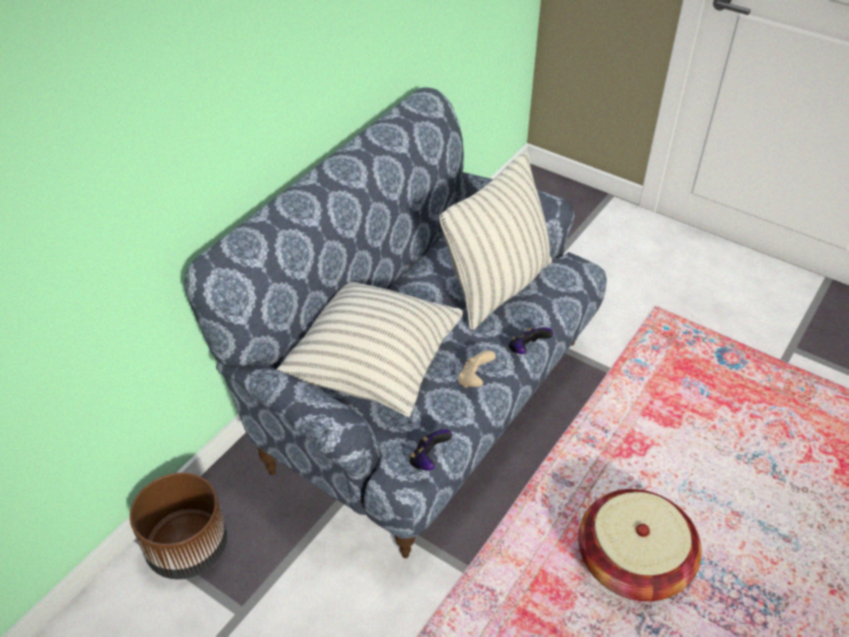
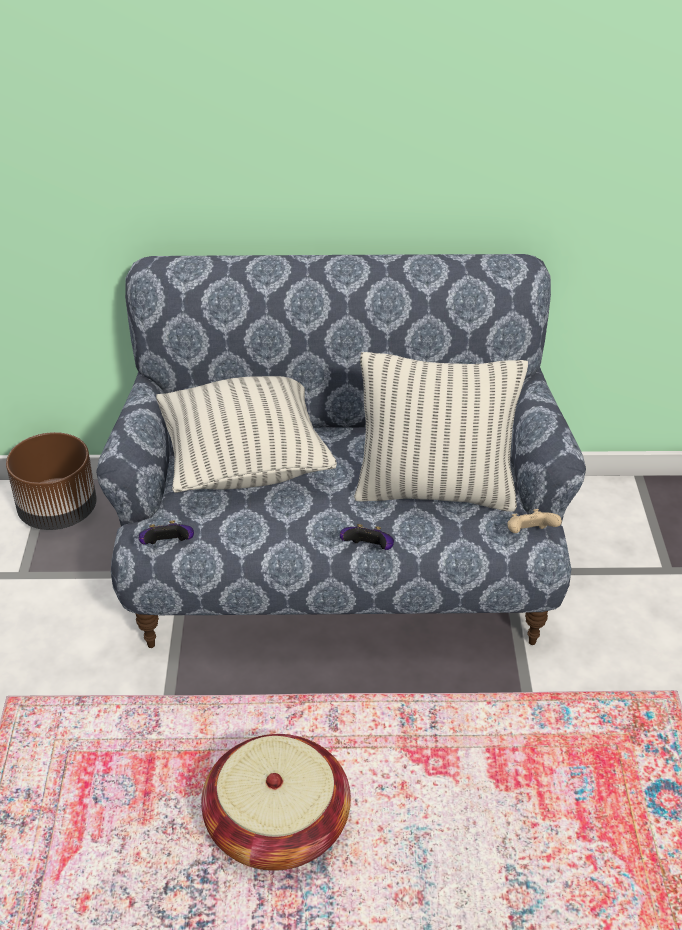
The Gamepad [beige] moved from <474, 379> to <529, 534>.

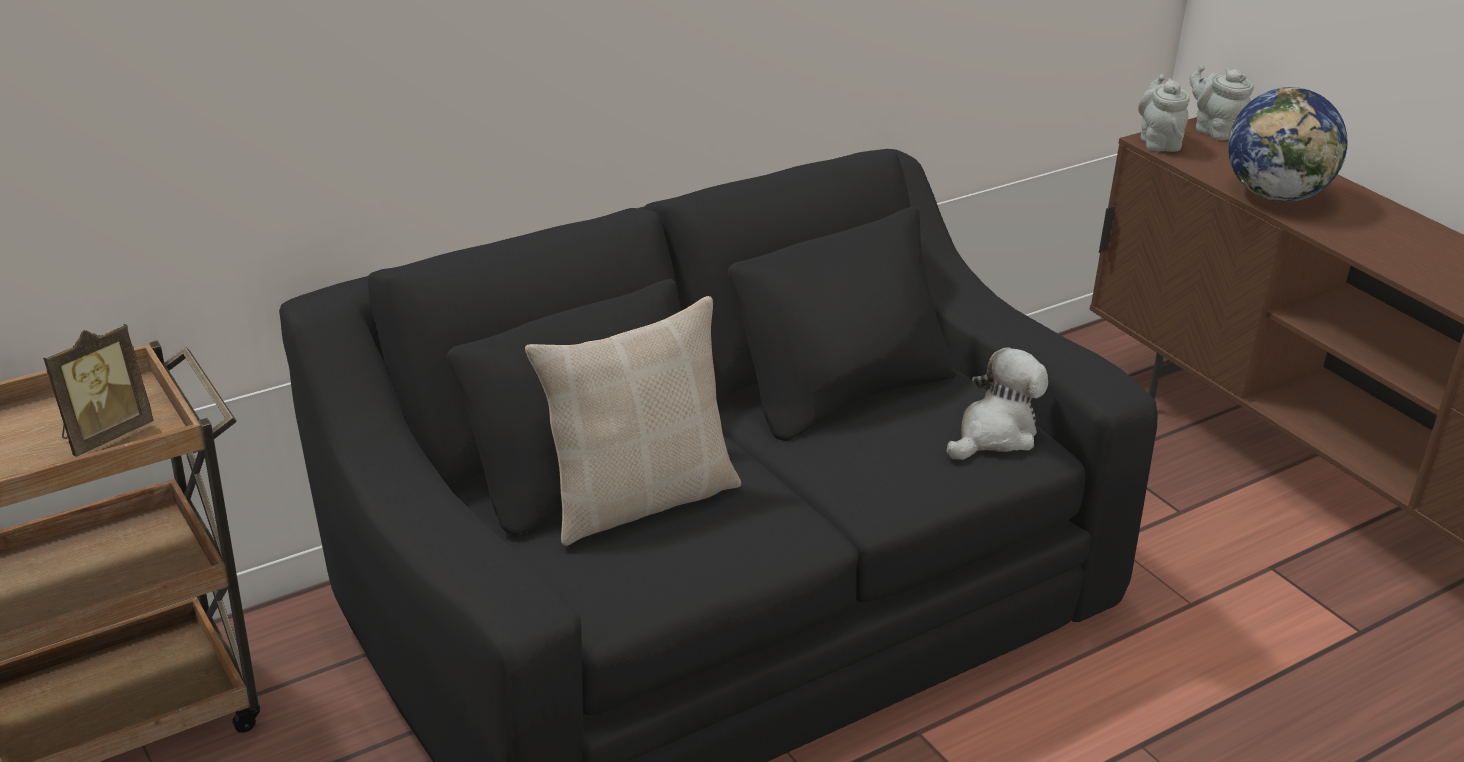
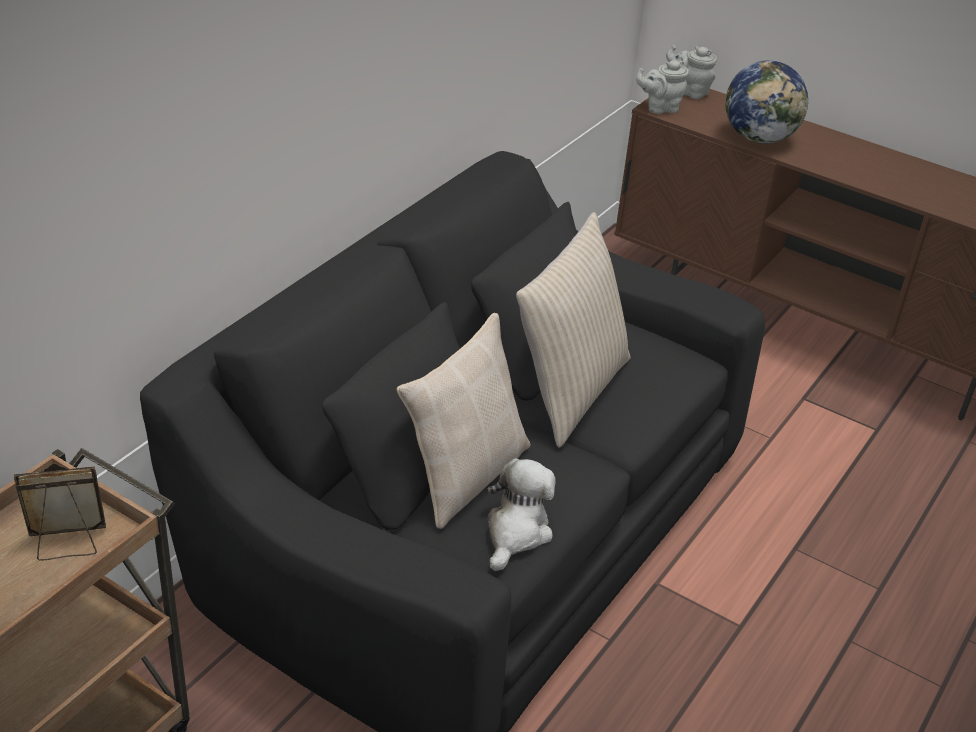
The Bilderrahmen at <104, 434> turned 120 degrees counterclockwise.
The Plüschtier moved from <994, 434> to <516, 532>.
The Teekanne [grau] at <1158, 142> turned 75 degrees counterclockwise.
The Kissen [beige] at <568, 391> appeared.

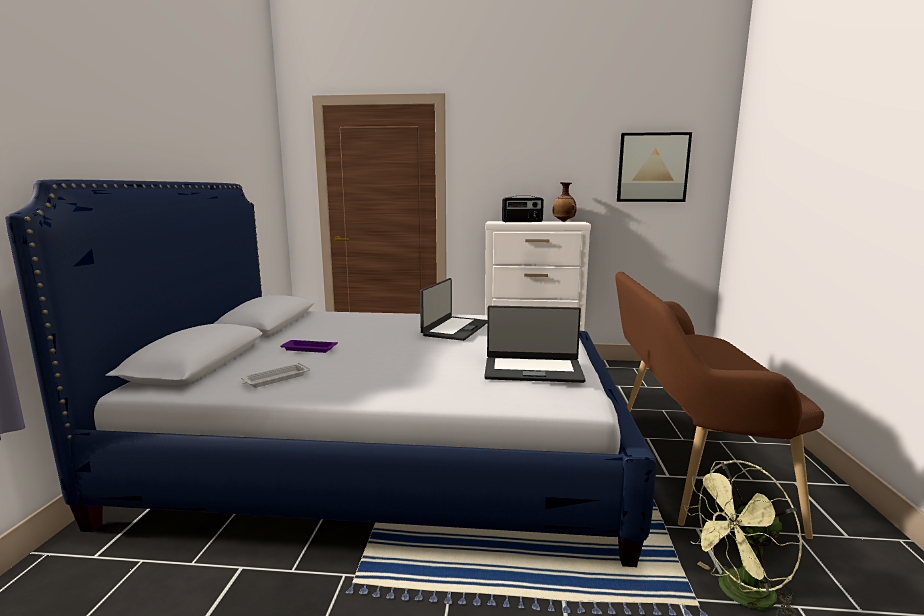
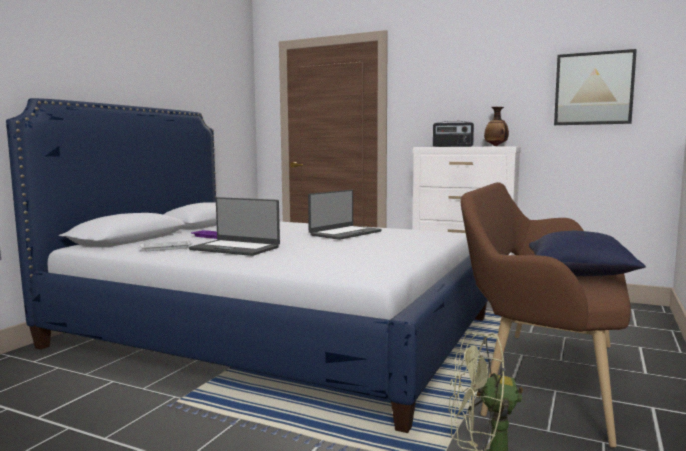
The Laptop moved from <533, 370> to <235, 248>.
The Kissen [blau] at <579, 275> appeared.

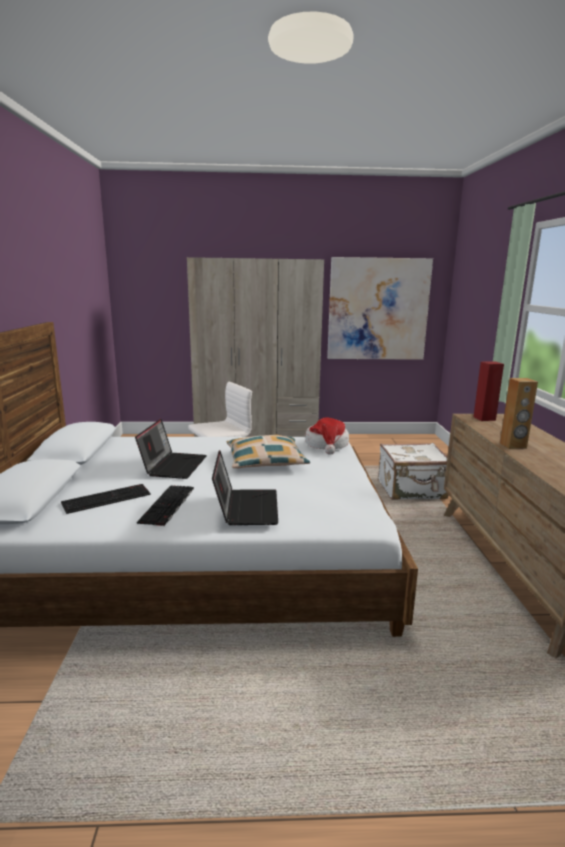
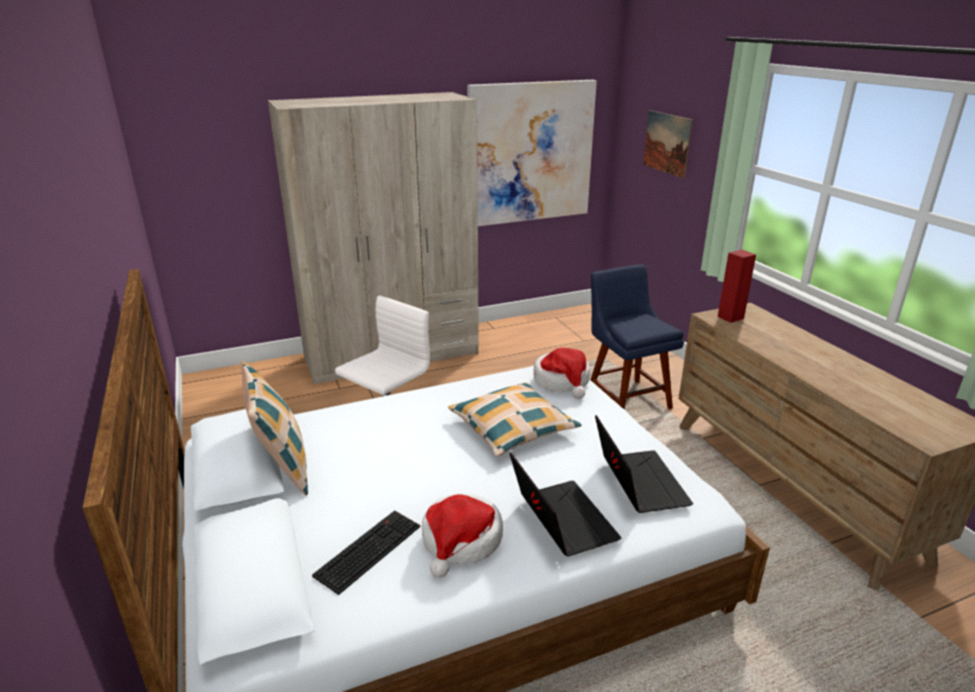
The Laptop moved from <173, 465> to <637, 482>.
The Tastatur at <168, 505> was replaced by the Hut at <461, 541>.
The Koffer [weiß] at <412, 490> was replaced by the Stuhl [blau] at <626, 398>.
The Lautsprecher [braun] at <513, 446> disappeared.
The Kissen at <282, 468> appeared.
The Bild at <667, 143> appeared.

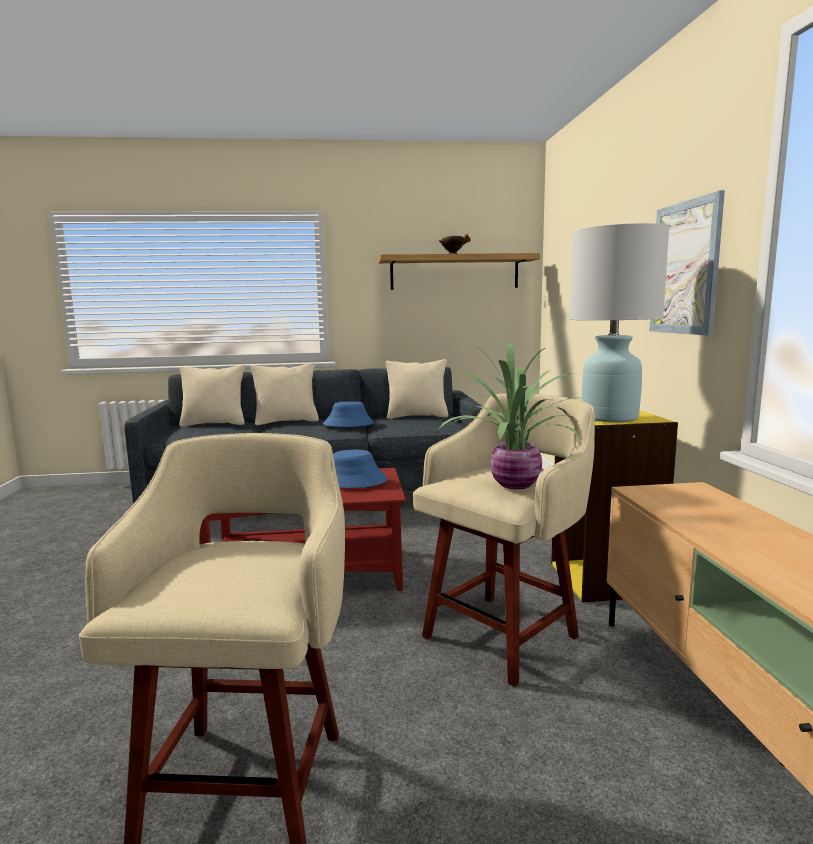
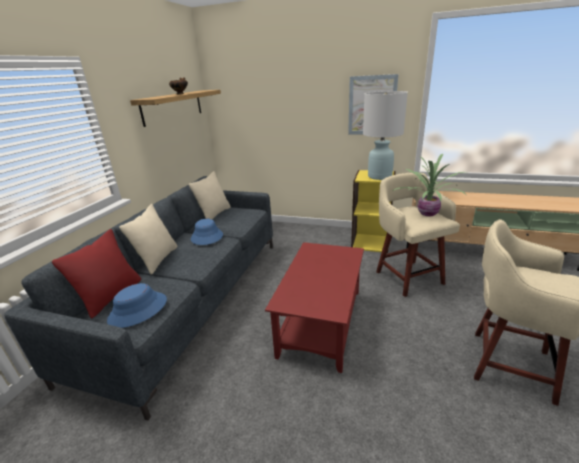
The Kissen [beige] at <214, 424> became the Kissen [rot] at <111, 296>.
The Hut [blau] moved from <353, 481> to <138, 310>.

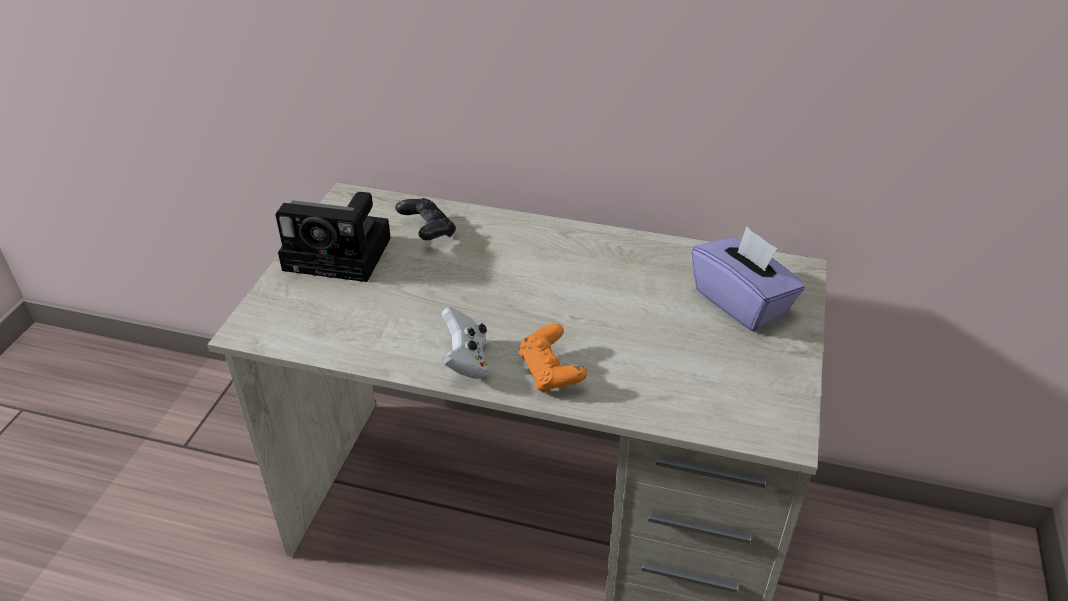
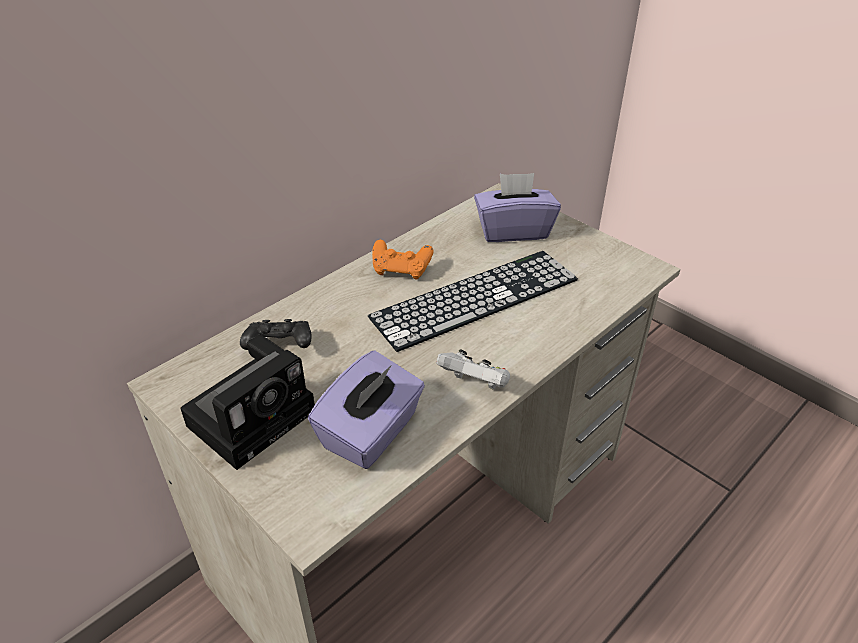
The Gamepad [orange] moved from <550, 372> to <401, 270>.
The Taschentuchbox [lila] at <371, 432> appeared.
The Tastatur at <475, 298> appeared.

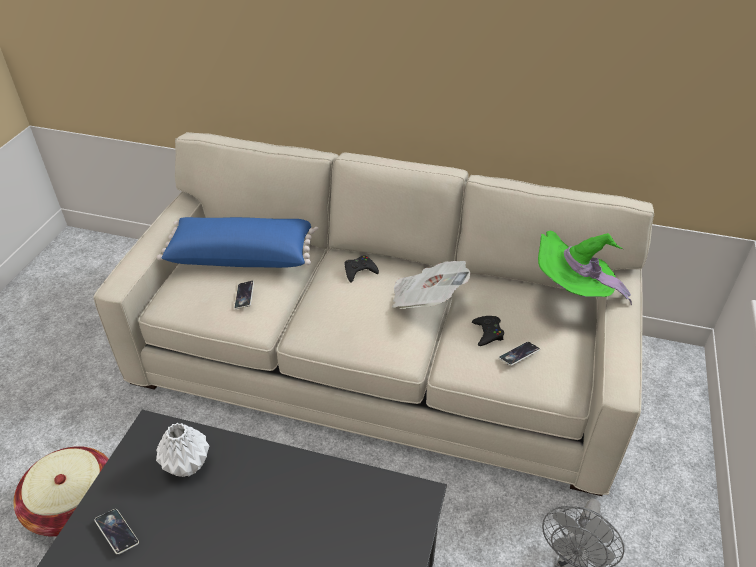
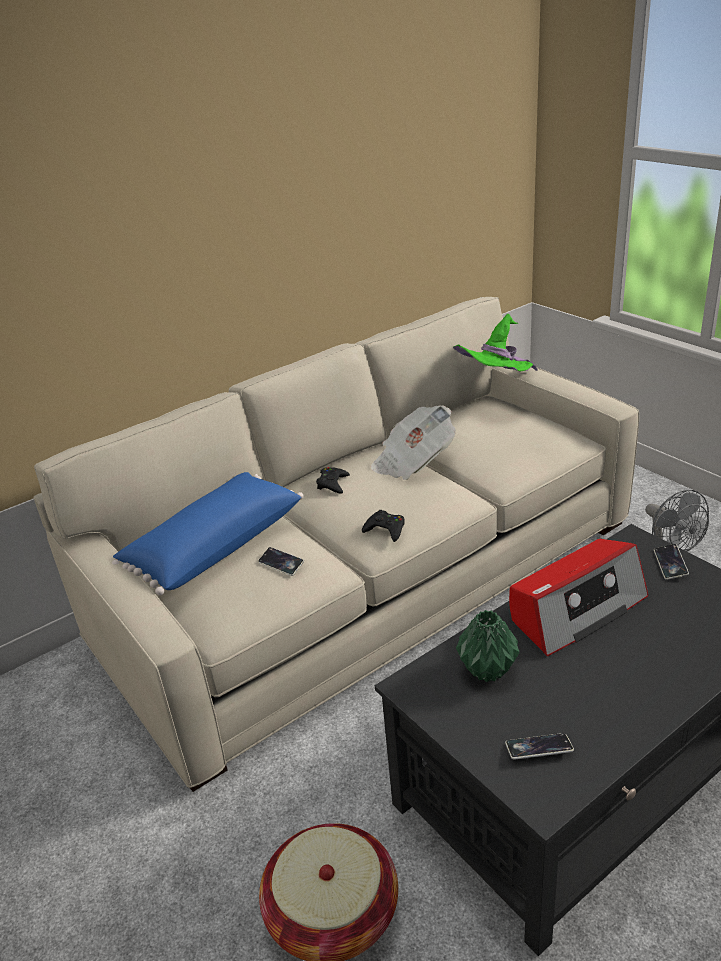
The Vase [weiß] at <186, 465> became the Vase [grün] at <486, 671>.
The Gamepad [schwarz] moved from <487, 333> to <386, 529>.
The Handy moved from <519, 355> to <670, 564>.
The Radio at <576, 609> appeared.

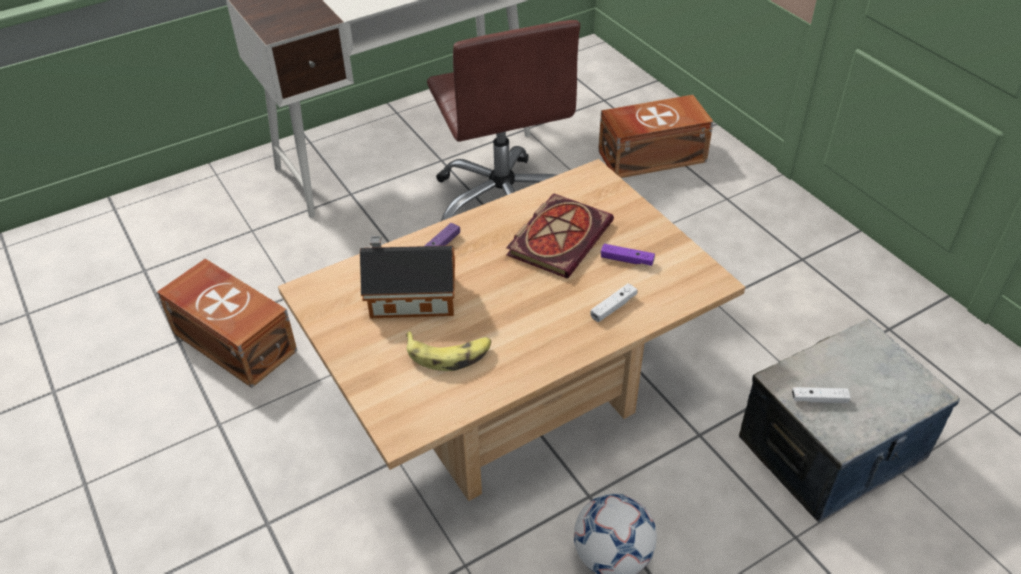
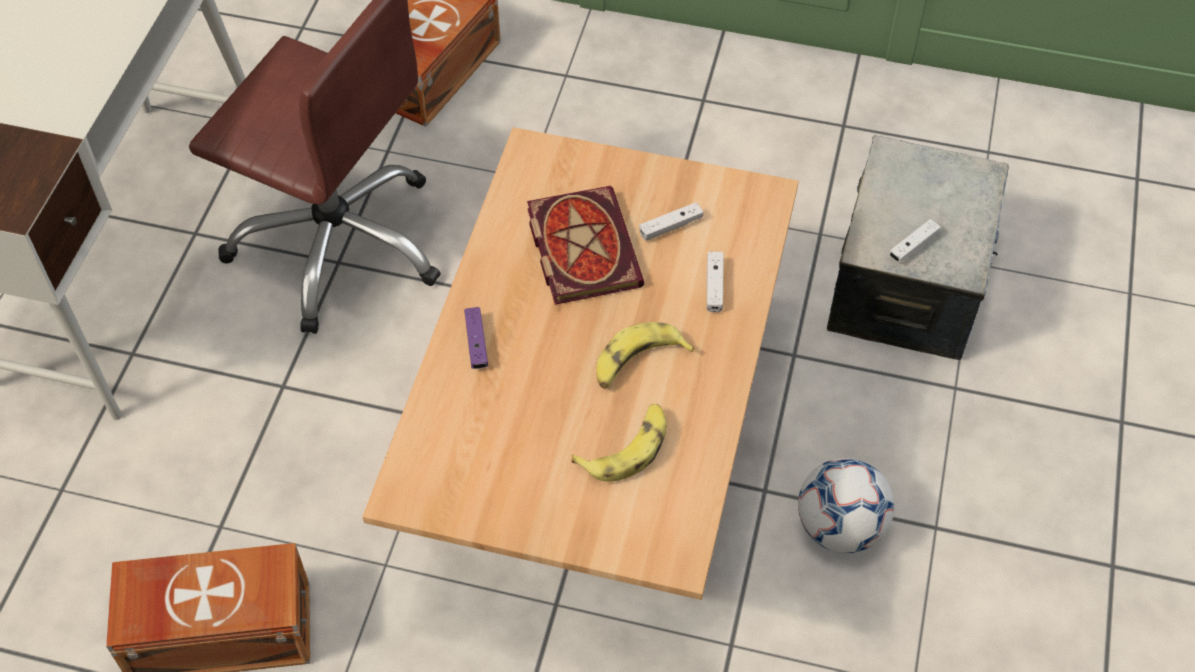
The Spielzeughaus at <408, 296> disappeared.
The Gamepad [lila] at <627, 260> became the Gamepad [weiß] at <670, 227>.
The Banane at <637, 362> appeared.

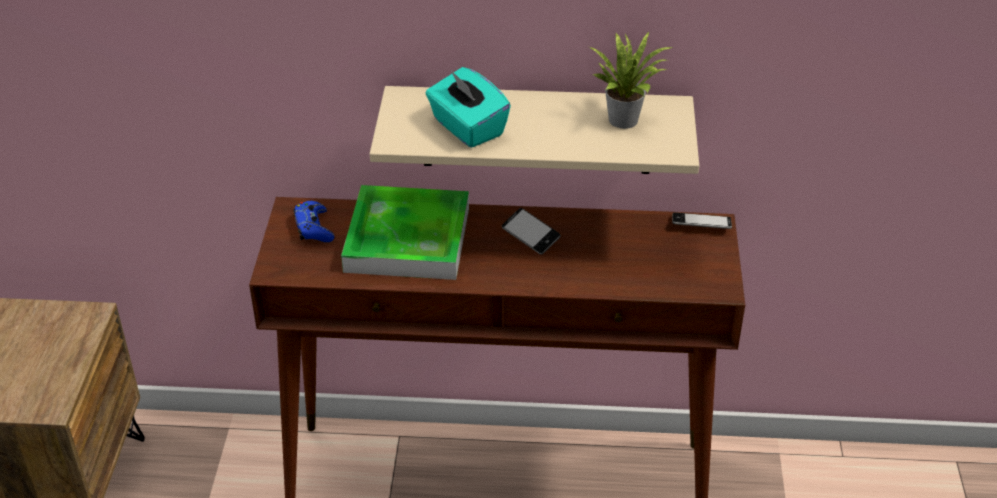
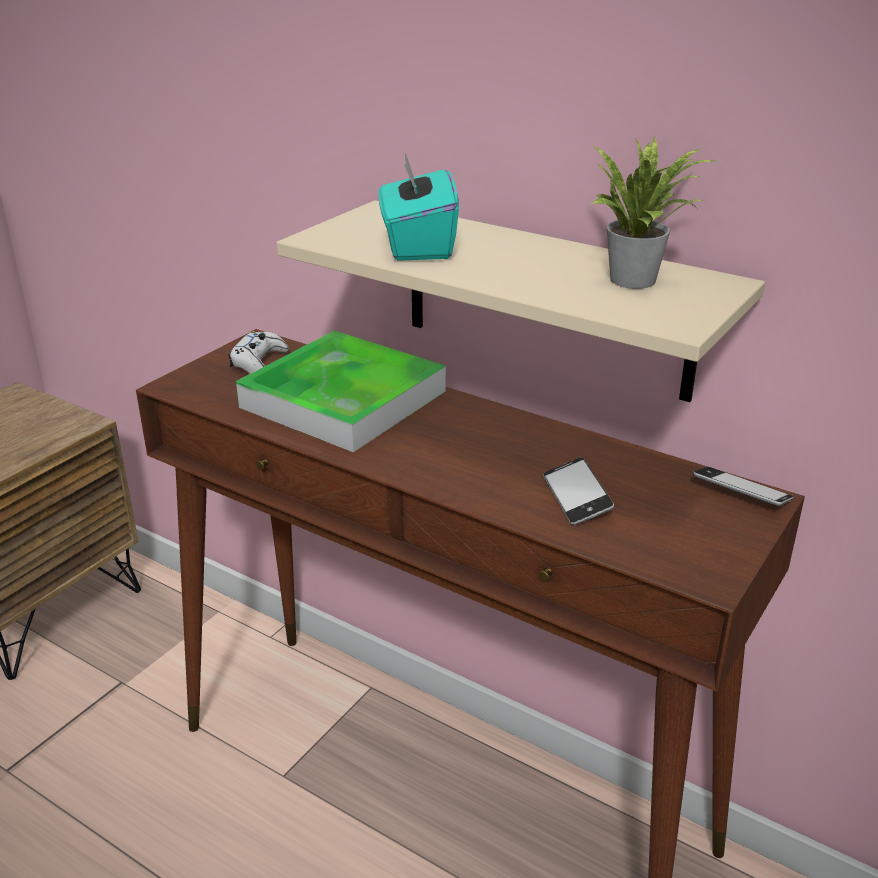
The Gamepad [blau] at <314, 228> became the Gamepad [weiß] at <259, 362>.
The Handy moved from <530, 235> to <576, 498>.

